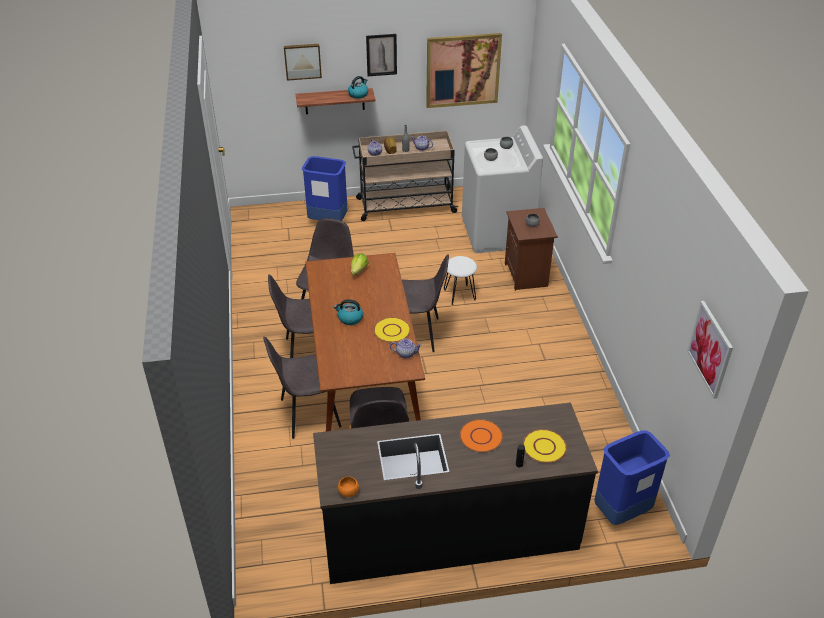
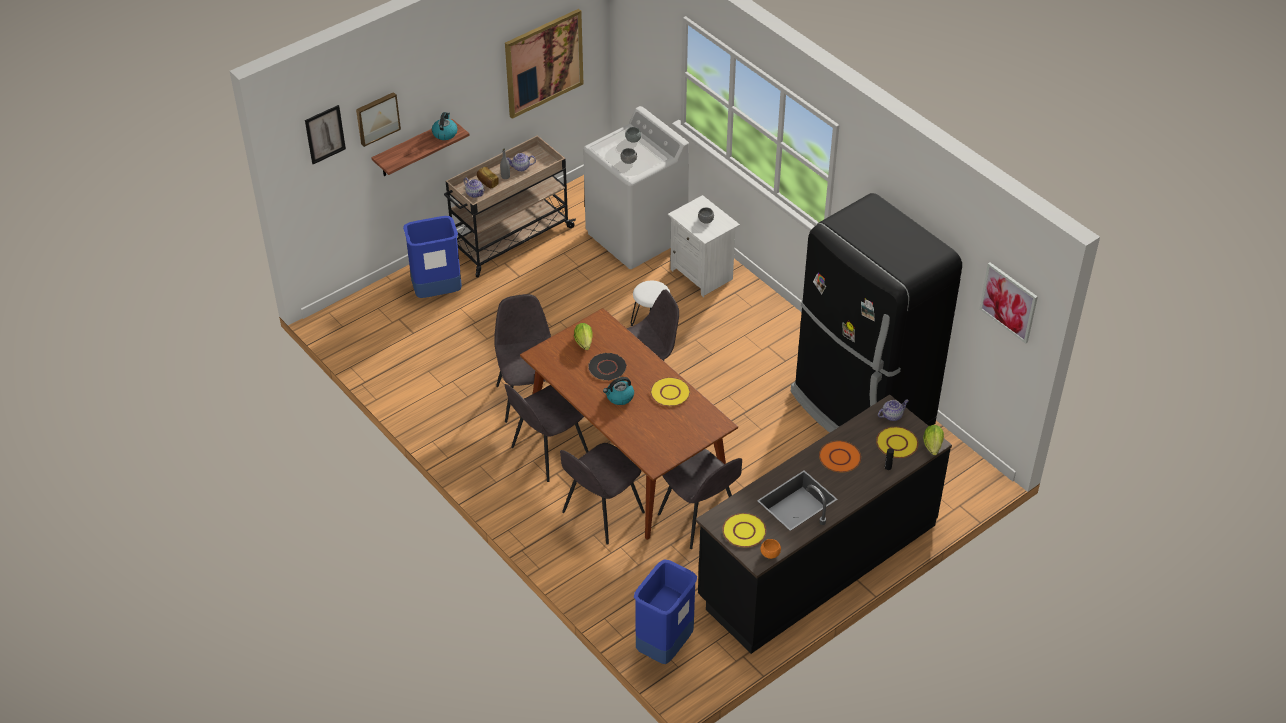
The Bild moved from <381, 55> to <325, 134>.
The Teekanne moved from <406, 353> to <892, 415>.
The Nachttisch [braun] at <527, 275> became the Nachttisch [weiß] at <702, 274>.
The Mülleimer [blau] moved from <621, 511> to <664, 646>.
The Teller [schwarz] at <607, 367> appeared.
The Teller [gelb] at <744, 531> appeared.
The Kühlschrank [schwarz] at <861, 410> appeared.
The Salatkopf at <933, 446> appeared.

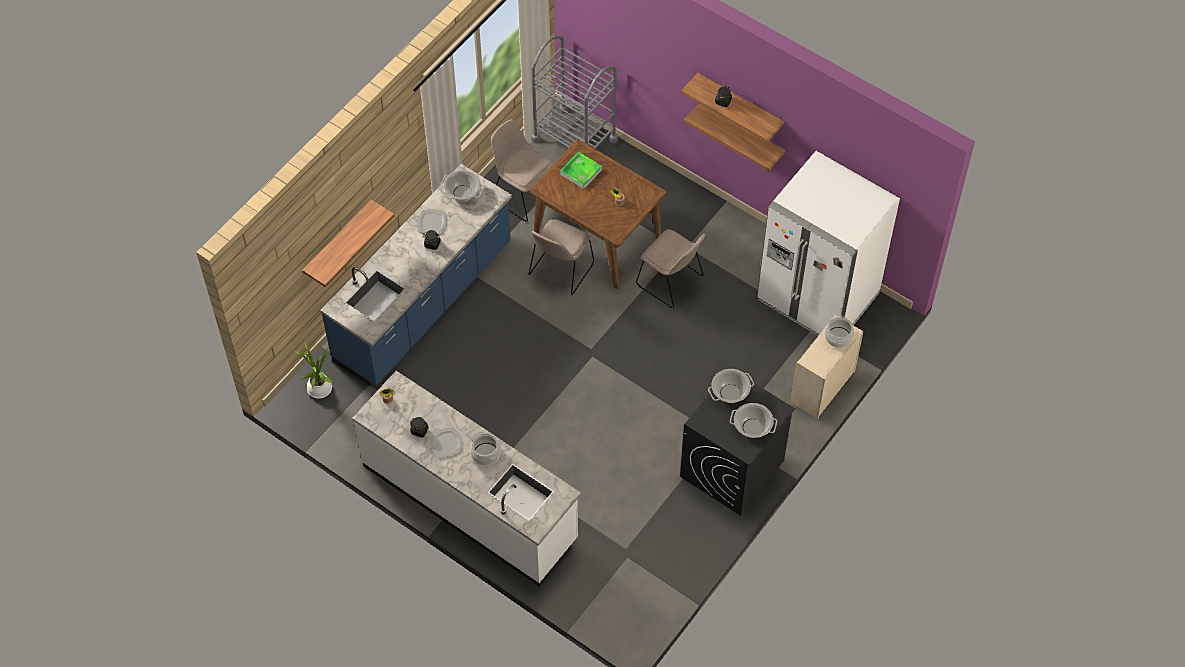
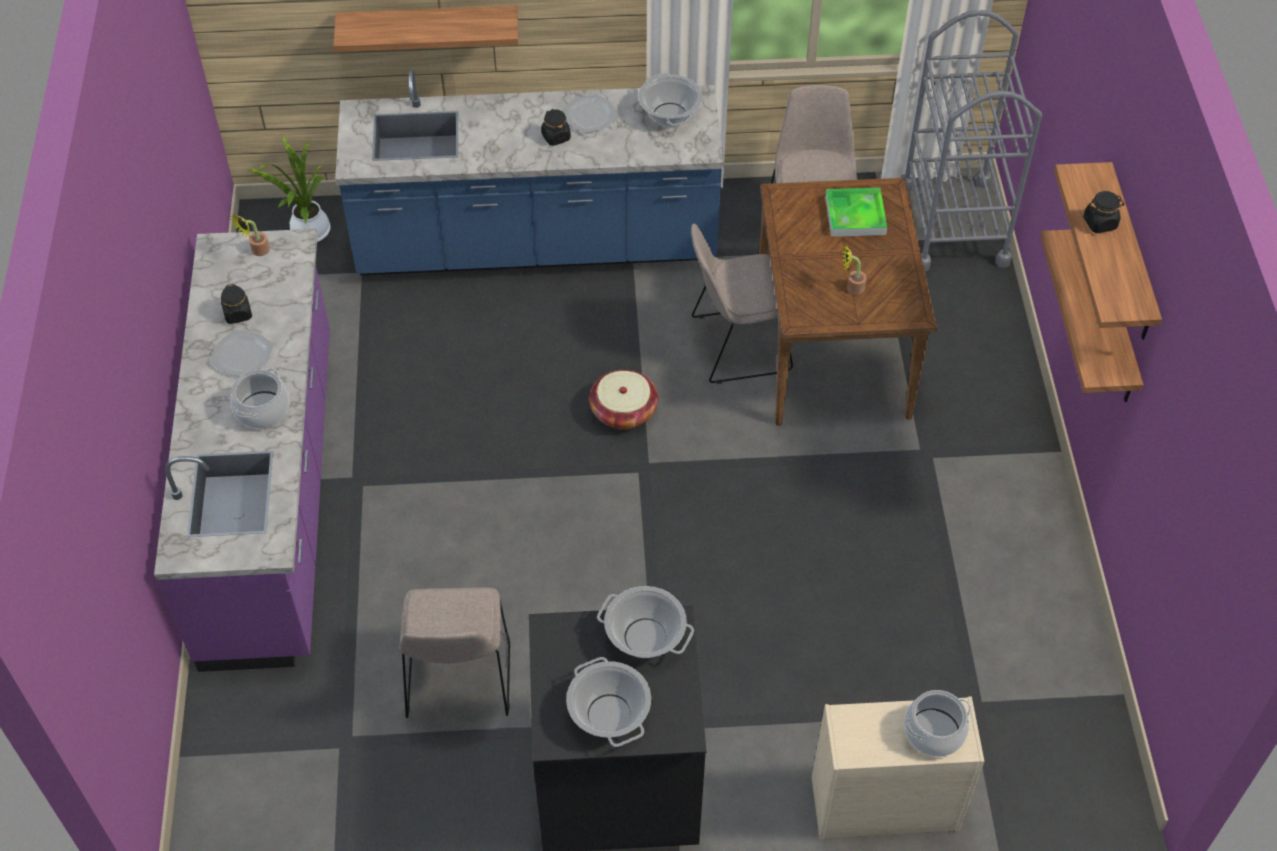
The Küchenzeile [weiß] at <470, 502> became the Küchenzeile [lila] at <273, 495>.
The Stuhl [beige] moved from <671, 282> to <458, 680>.
The Kühlschrank [weiß] at <817, 297> disappeared.
The Korb at <623, 411> appeared.

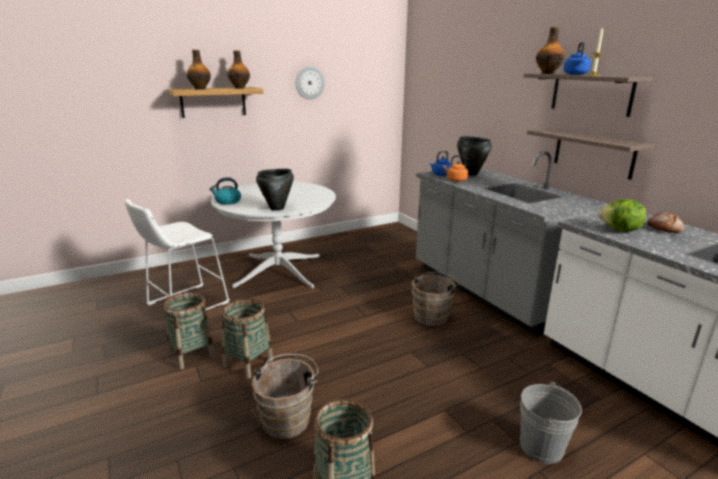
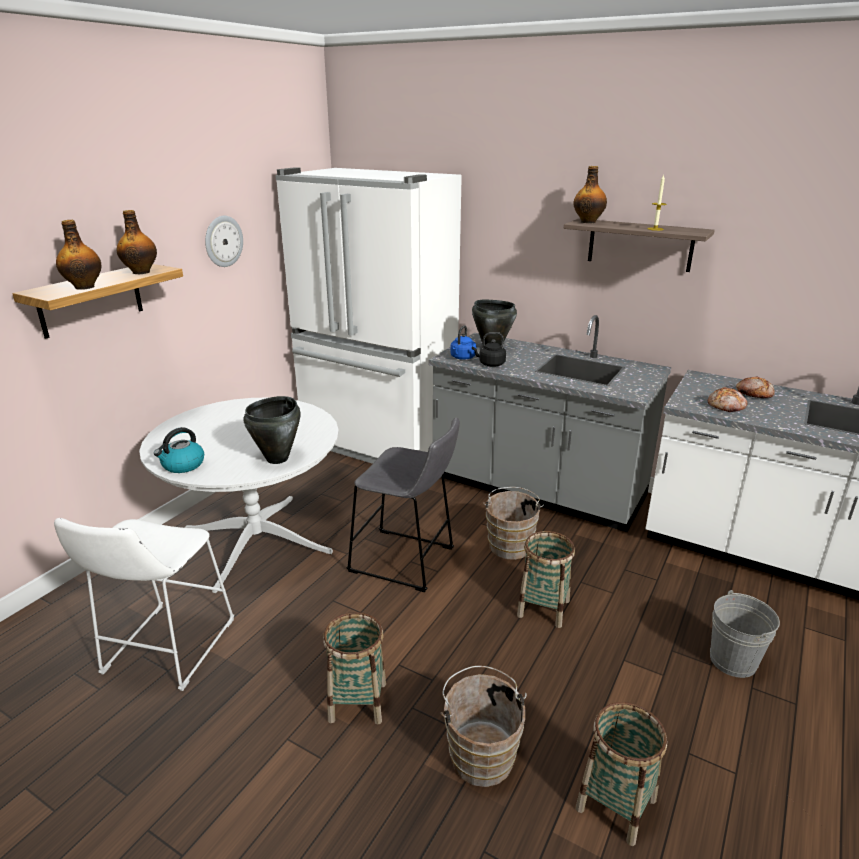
The Korb moved from <192, 355> to <543, 608>.
The Wasserkessel [orange] at <455, 180> became the Wasserkessel [schwarz] at <490, 364>.
The Wandregal at <593, 153> disappeared.
The Wasserkessel [blau] at <575, 74> disappeared.
The Salatkopf at <620, 230> was replaced by the Brot at <726, 406>.
The Kühlschrank [weiß] at <377, 445> appeared.
The Hocker [grau] at <406, 561> appeared.

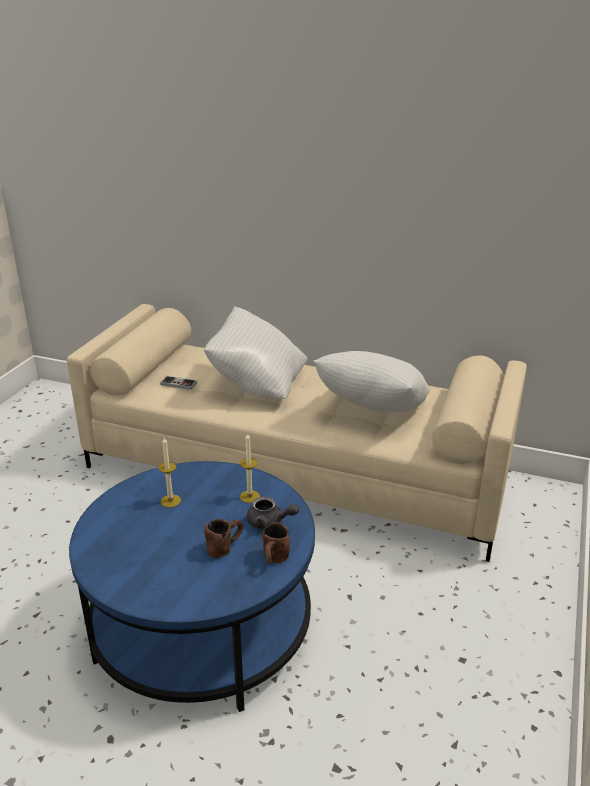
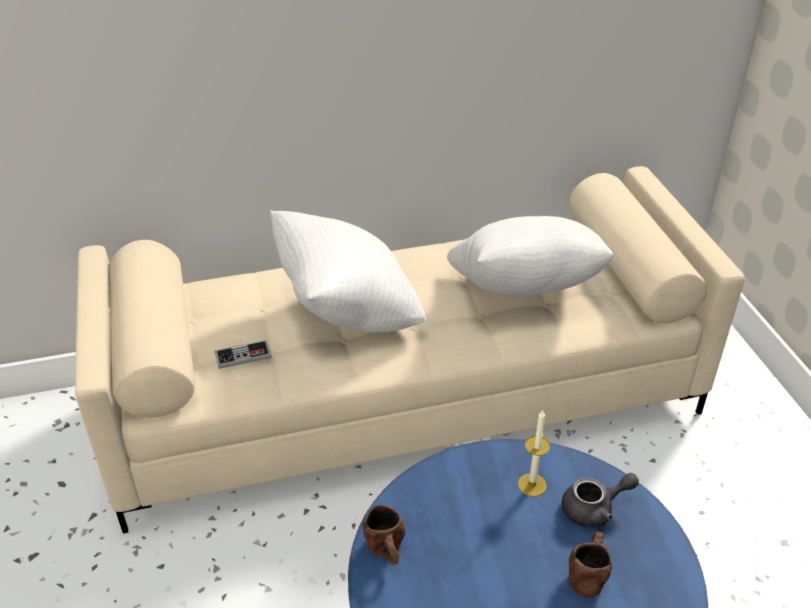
The Kerze at <170, 501> disappeared.
The Henkelbecher [braun] moved from <274, 560> to <387, 553>.

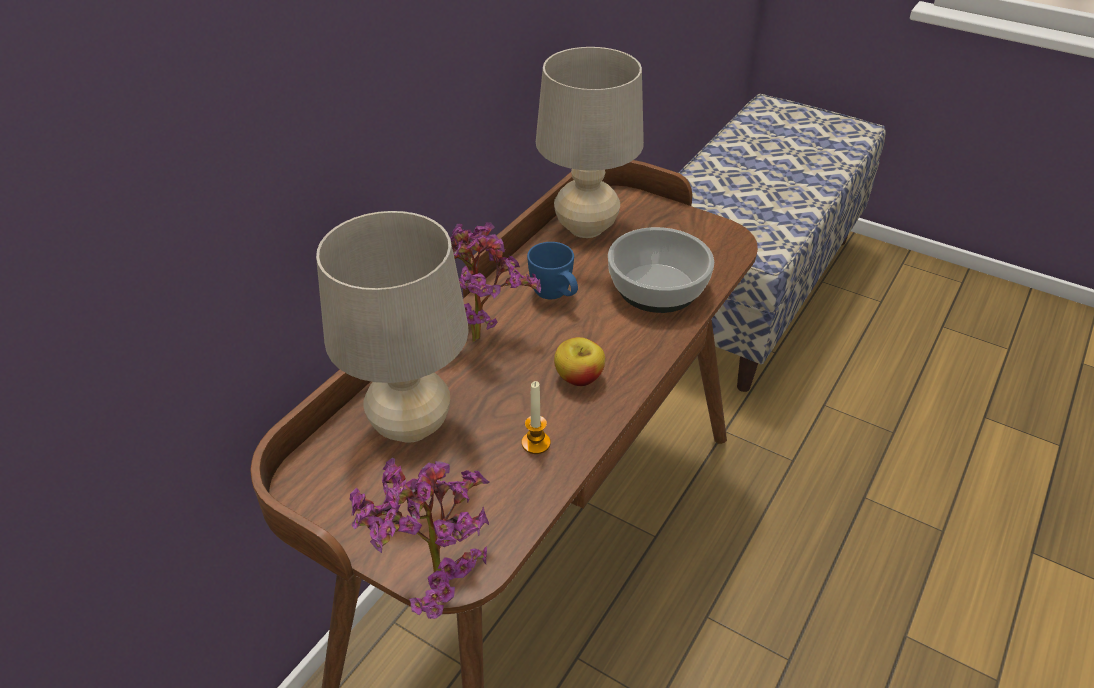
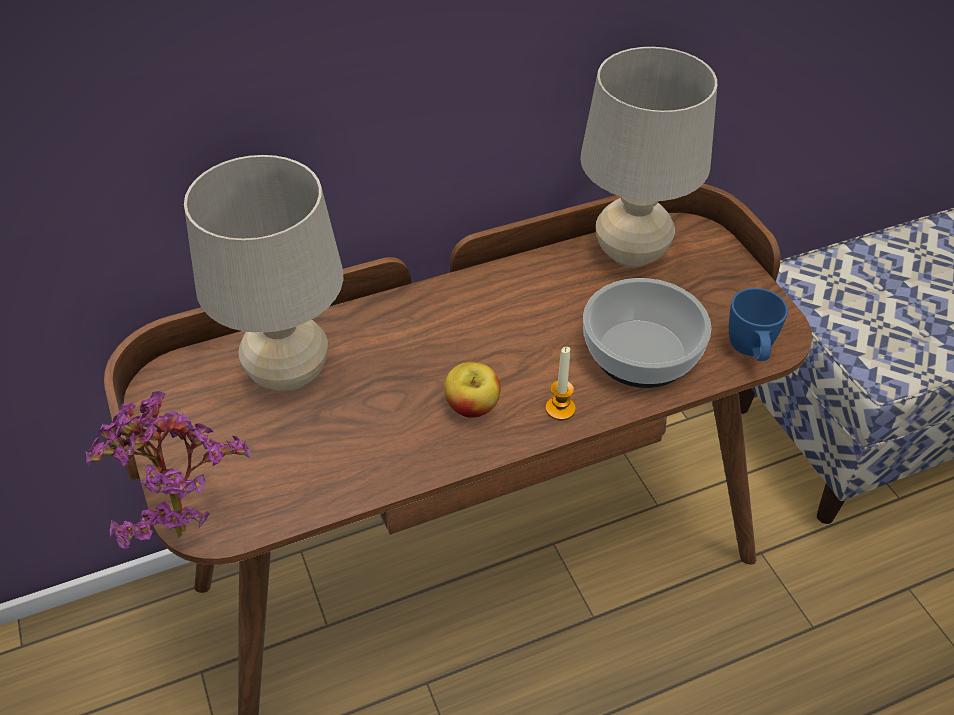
The Topfpflanze at <478, 333> disappeared.
The Kerze moved from <536, 443> to <560, 409>.
The Henkelbecher [blau] moved from <555, 297> to <750, 353>.

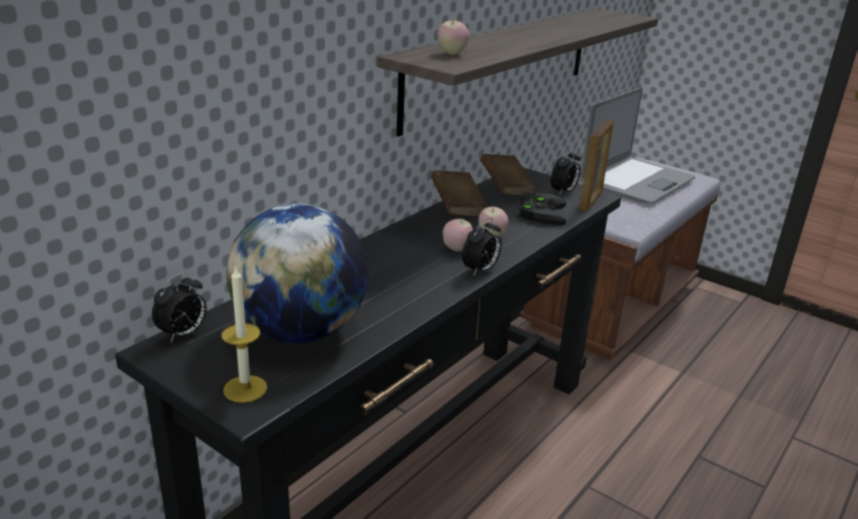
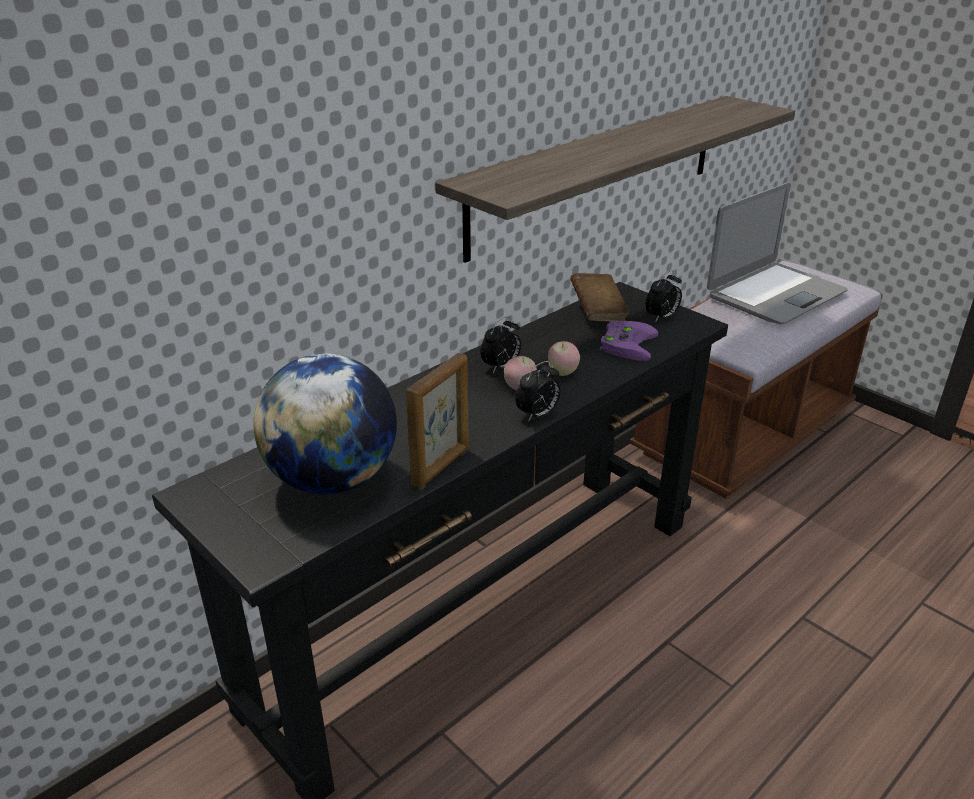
The Wecker moved from <183, 334> to <501, 367>.
The Kerze at <245, 389> disappeared.
The Buch [braun] at <457, 207> disappeared.
The Apfel at <452, 54> disappeared.
The Gamepad [schwarz] at <539, 212> became the Gamepad [lila] at <626, 343>.
The Bilderrahmen moved from <591, 201> to <441, 466>.

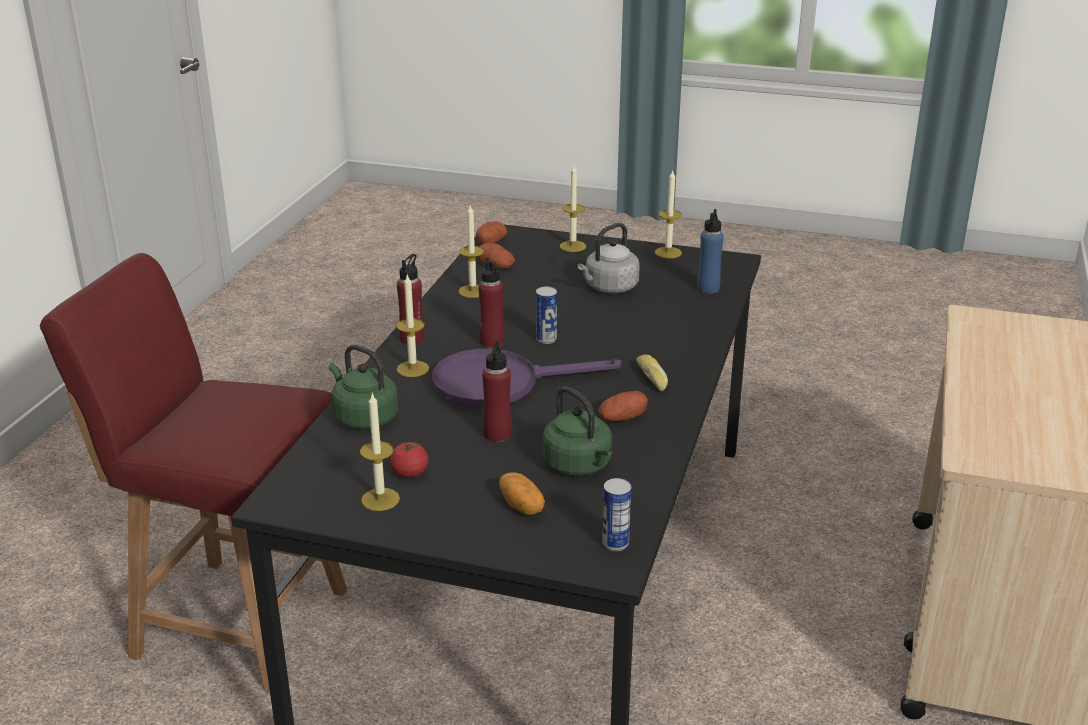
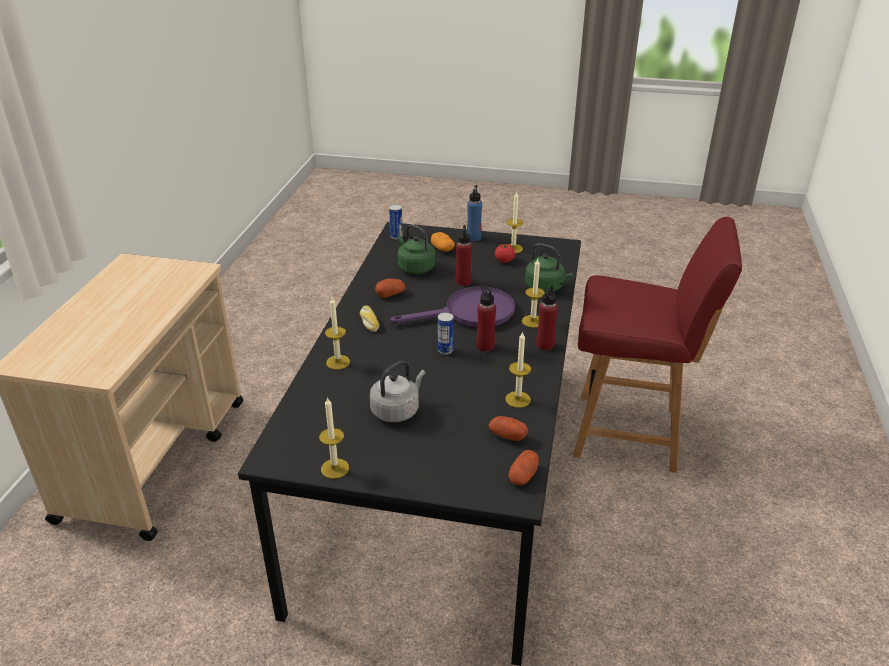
The Kerze moved from <572, 246> to <338, 362>.
The Flasche [blau] moved from <708, 288> to <474, 238>.

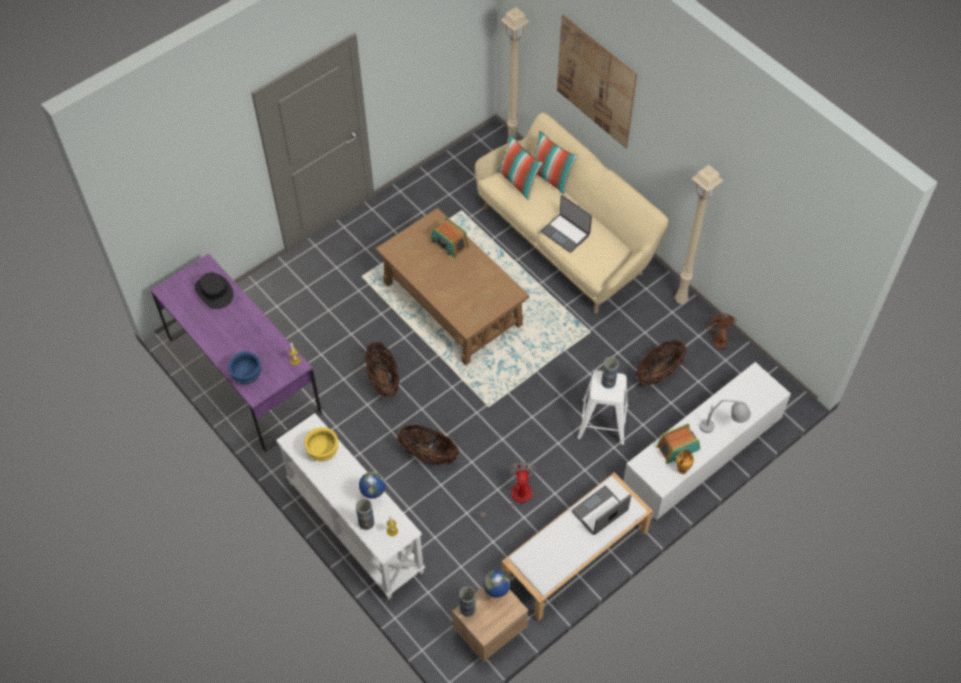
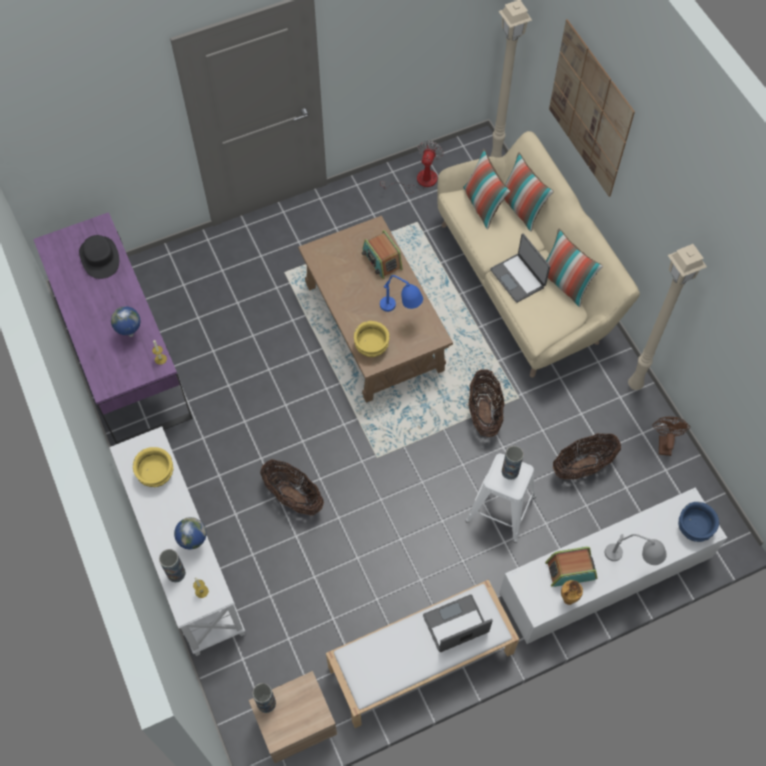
The Schüssel [blau] moved from <247, 375> to <694, 528>.
The Korb moved from <383, 380> to <484, 413>.
The Ventilator moved from <515, 498> to <419, 181>.
The Globus moved from <496, 594> to <131, 335>.
The Schüssel [gelb] at <372, 346> appeared.
The Tischlampe [blau] at <401, 314> appeared.
The Kissen at <565, 283> appeared.

